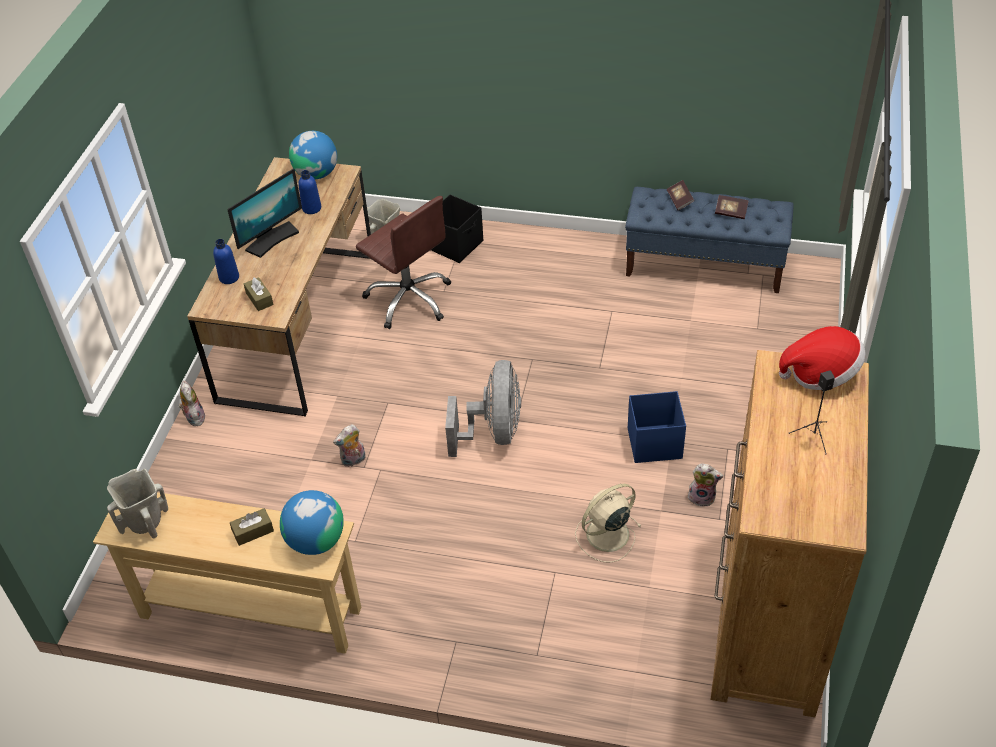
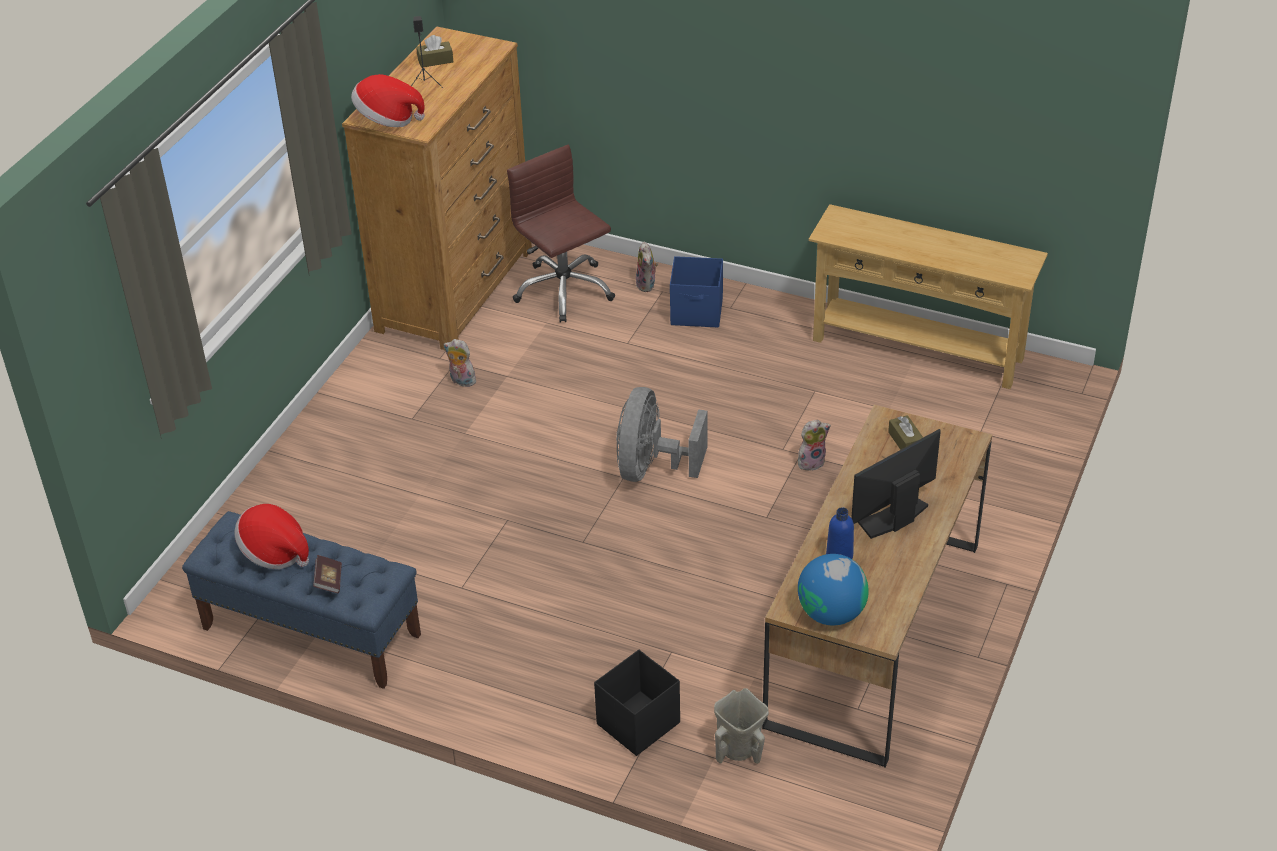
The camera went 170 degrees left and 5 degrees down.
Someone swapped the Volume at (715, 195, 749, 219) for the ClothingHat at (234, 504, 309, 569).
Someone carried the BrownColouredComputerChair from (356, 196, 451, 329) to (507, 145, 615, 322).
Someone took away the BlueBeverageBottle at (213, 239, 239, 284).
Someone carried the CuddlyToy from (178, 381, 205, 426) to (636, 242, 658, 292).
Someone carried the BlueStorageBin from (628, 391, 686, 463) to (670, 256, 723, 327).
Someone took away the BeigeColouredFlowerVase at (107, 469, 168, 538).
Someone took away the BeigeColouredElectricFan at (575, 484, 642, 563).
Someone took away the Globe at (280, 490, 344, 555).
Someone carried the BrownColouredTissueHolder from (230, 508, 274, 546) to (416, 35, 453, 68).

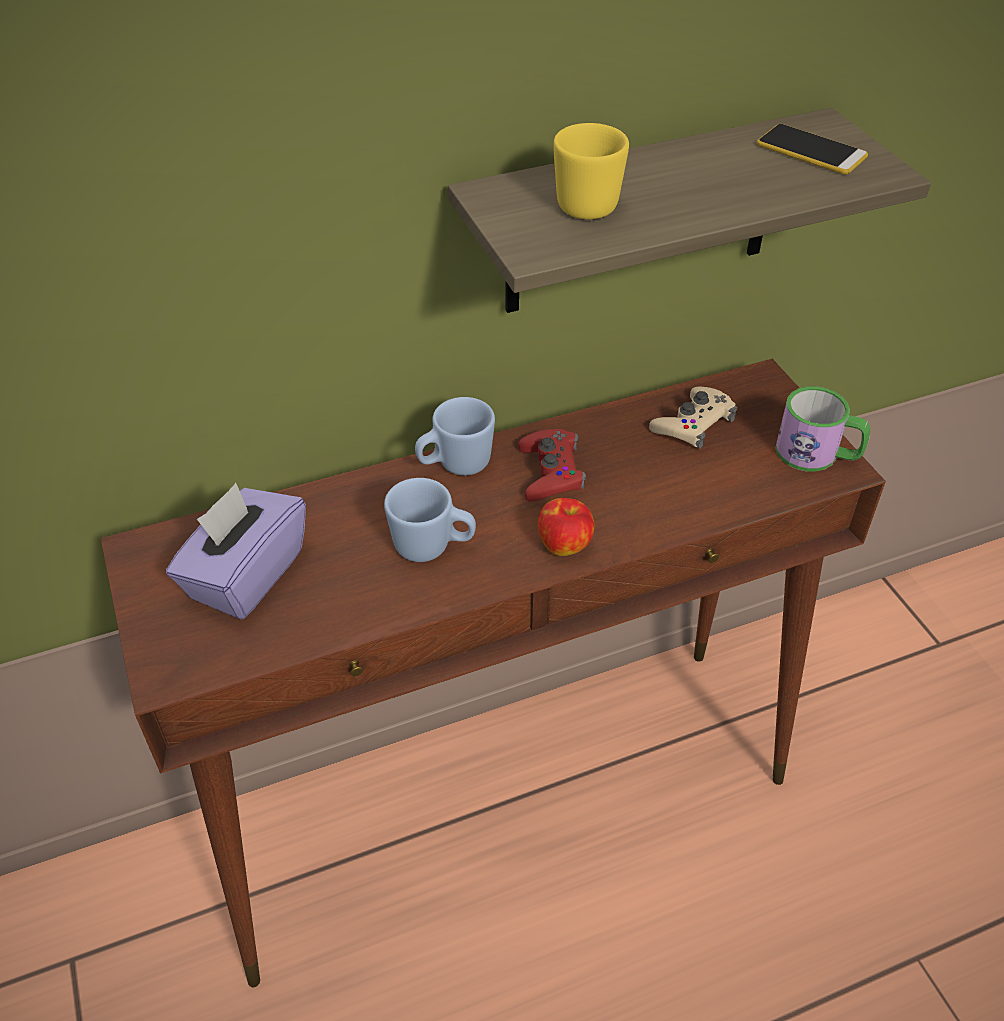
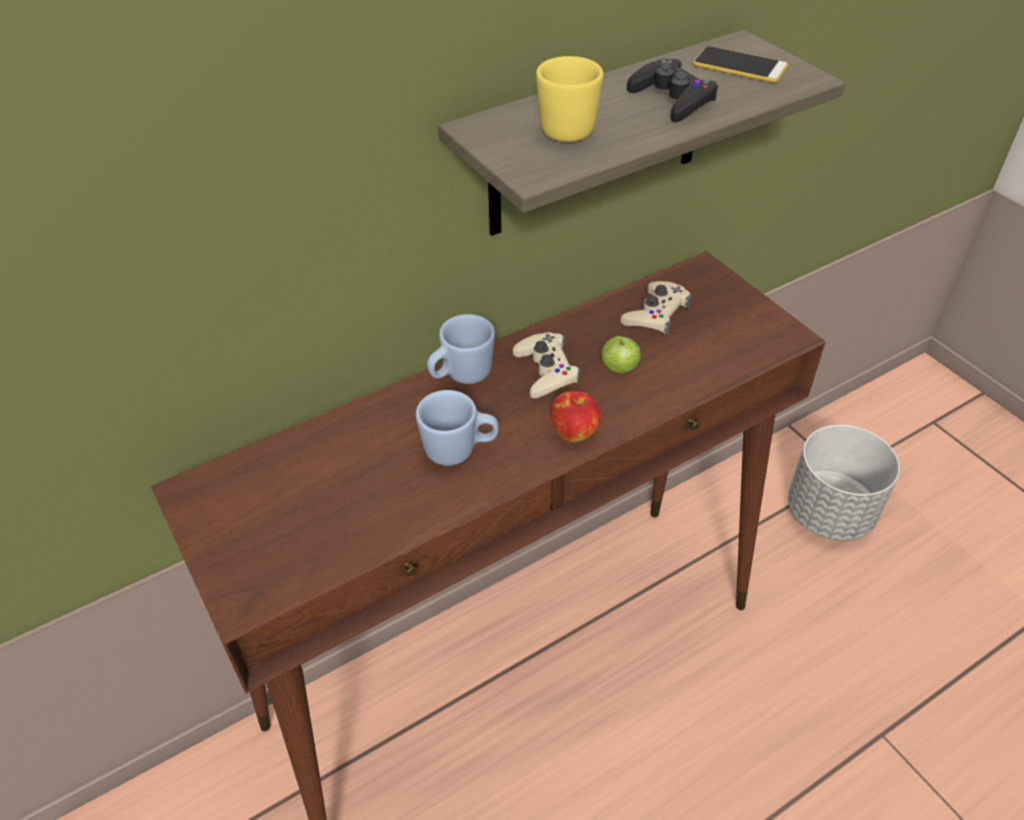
The camera went 10 degrees left and 0 degrees up.
Someone took away the Mug at (775, 386, 870, 471).
Someone repainted the RedColouredGameController at (518, 429, 586, 501), which became the BeigeColouredGameController at (513, 332, 581, 399).
Someone took away the PurpleTissueHolder at (166, 483, 306, 619).
Someone put down the BlackGameController at (627, 59, 719, 122).
Someone put down the WholeApple at (601, 336, 641, 374).
Someone put down the GreyishPlanter at (788, 425, 900, 541).

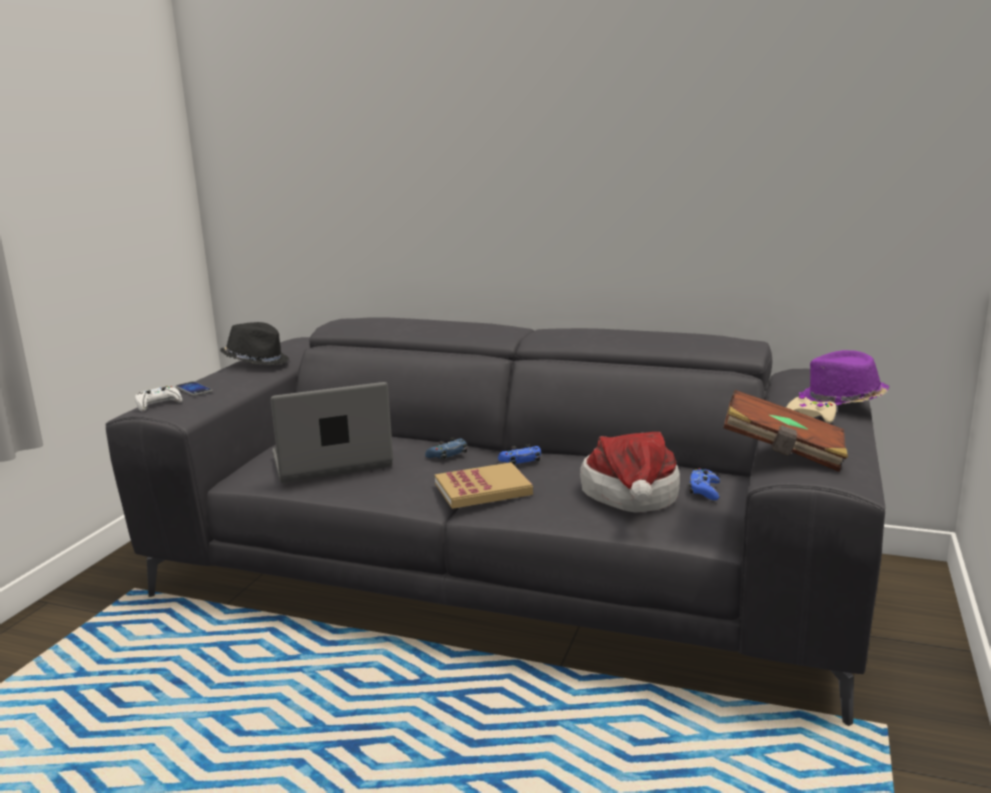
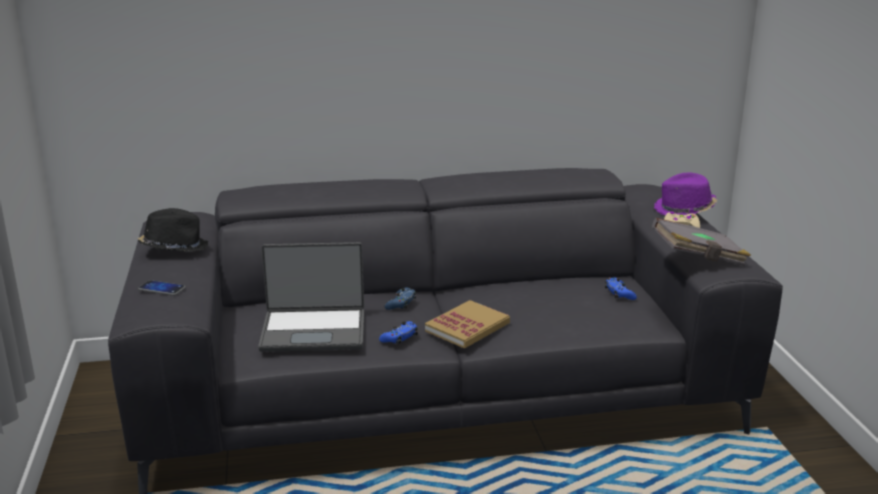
The camera went 30 degrees left and 5 degrees up.
Someone rotated the PortableComputer at (271, 382, 393, 483) by 135 degrees counterclockwise.
Someone took away the WhitishGameController at (135, 386, 182, 412).
Someone repainted the BrownColouredVolume at (723, 390, 848, 472), which became the GreyishVolume at (652, 218, 751, 266).
Someone took away the ClothingHat at (580, 432, 680, 513).
Someone carried the BlueGameController from (498, 444, 541, 465) to (379, 321, 418, 344).

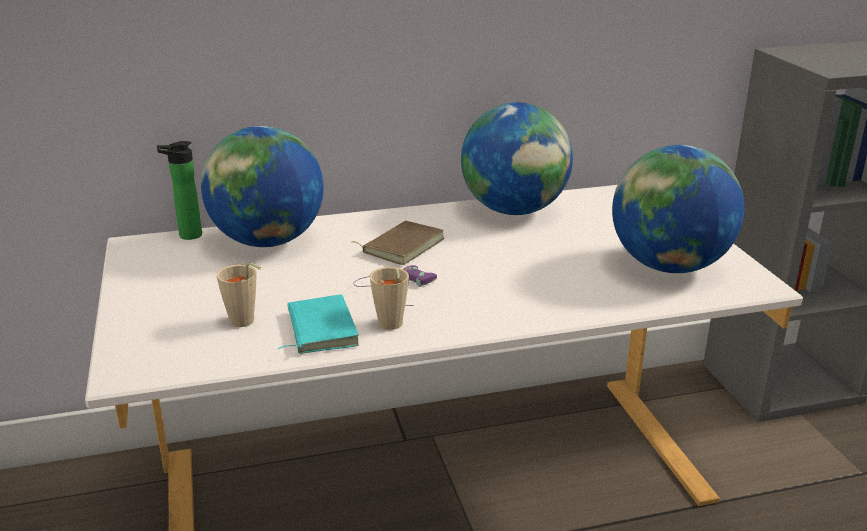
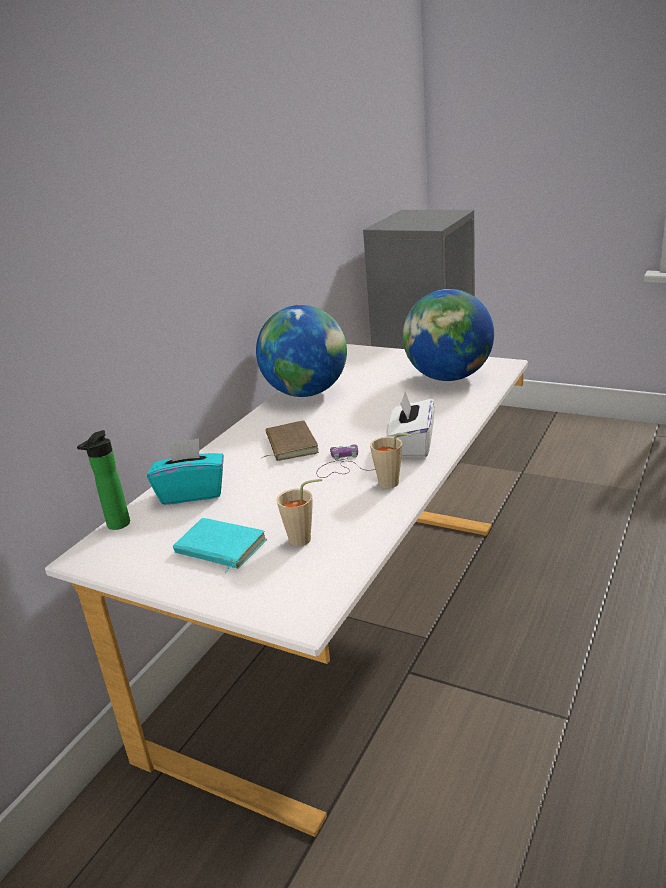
The camera went 45 degrees left and 0 degrees up.
Someone swapped the Globe at (201, 126, 324, 247) for the TurquoiseColouredTissueHolder at (147, 438, 224, 505).
Someone carried the TurquoiseColouredVolume from (278, 294, 359, 354) to (173, 518, 267, 574).
Someone put down the WhitishTissueHolder at (386, 392, 434, 457).

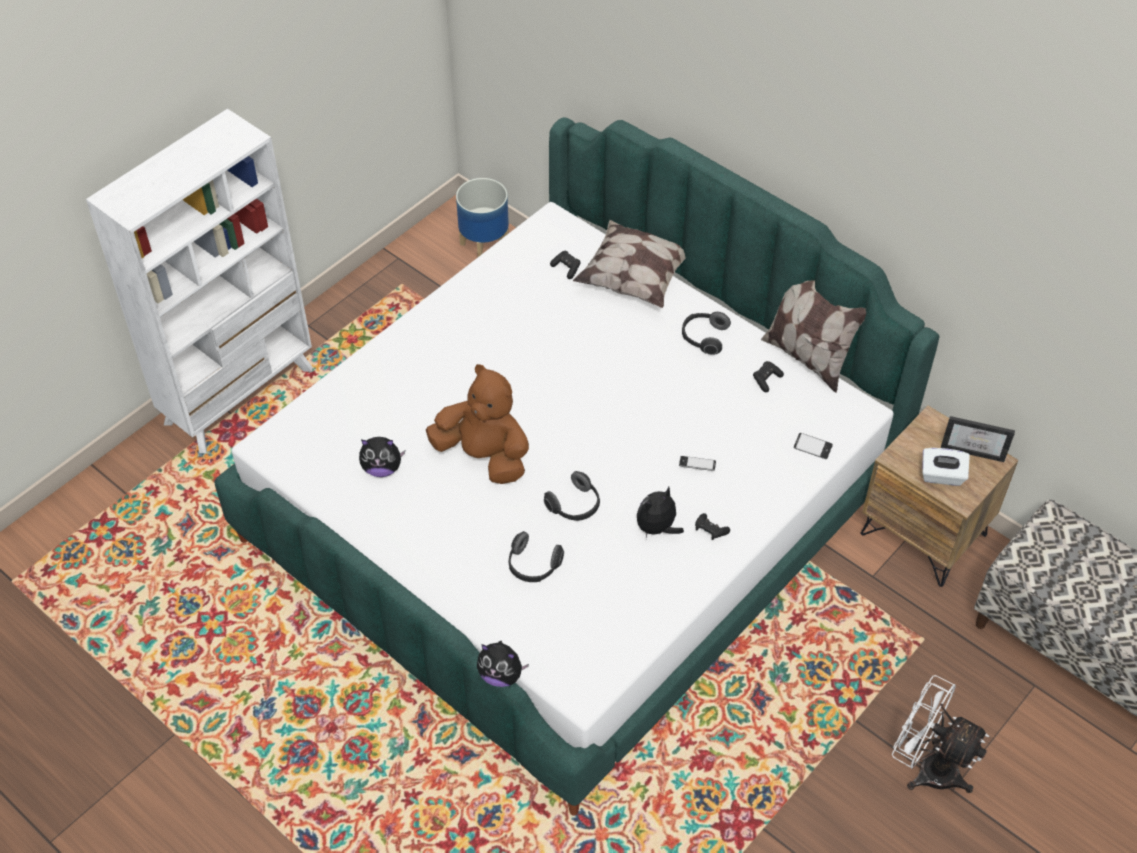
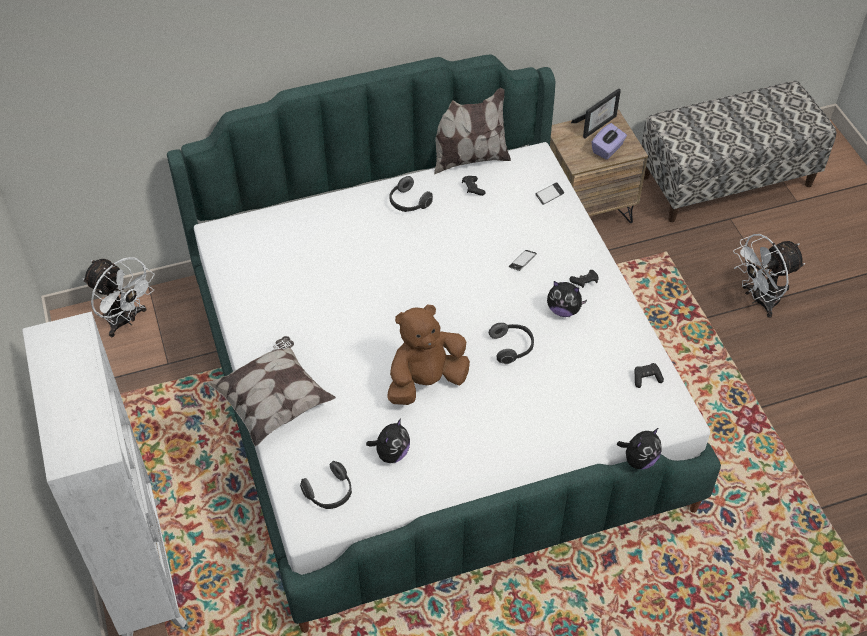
The camera went 60 degrees left and 0 degrees up.
Someone swapped the Planter at (456, 178, 509, 257) for the WhitishElectricFan at (83, 257, 155, 337).
Someone carried the Cushion from (573, 220, 686, 308) to (207, 336, 336, 446).
Someone carried the BlackGameController from (550, 251, 580, 279) to (634, 363, 664, 388).
Someone repainted the WhitishTissueHolder at (922, 448, 970, 486), which became the PurpleTissueHolder at (591, 123, 627, 160).
Someone rotated the CuddlyToy at (637, 487, 684, 538) by 60 degrees counterclockwise.
Someone carried the Headphones from (509, 531, 564, 582) to (300, 461, 352, 509).

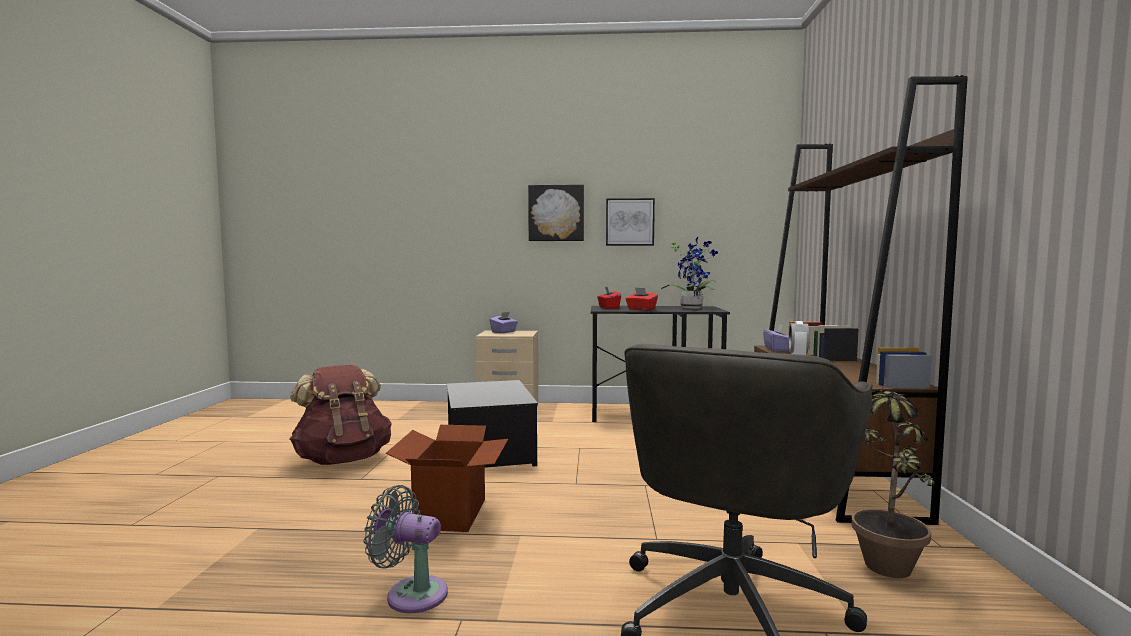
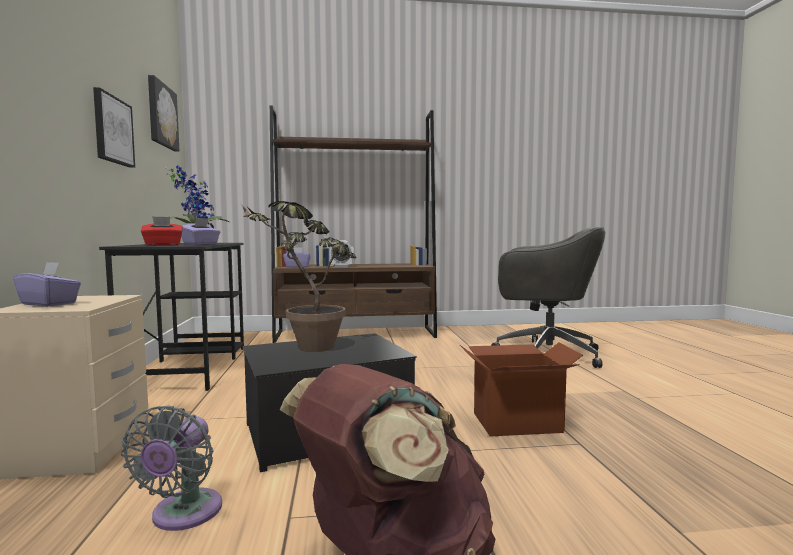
The camera went 100 degrees left and 0 degrees up.
Someone carried the Picture from (528, 185, 584, 241) to (148, 75, 179, 152).
Someone repainted the RedColouredTissueHolder at (626, 287, 658, 310), which became the PurpleTissueHolder at (182, 218, 220, 245).
Someone carried the PottedPlant from (851, 385, 935, 578) to (241, 201, 357, 352).
Someone carried the GreyishElectricFan from (364, 485, 448, 613) to (121, 405, 222, 531).

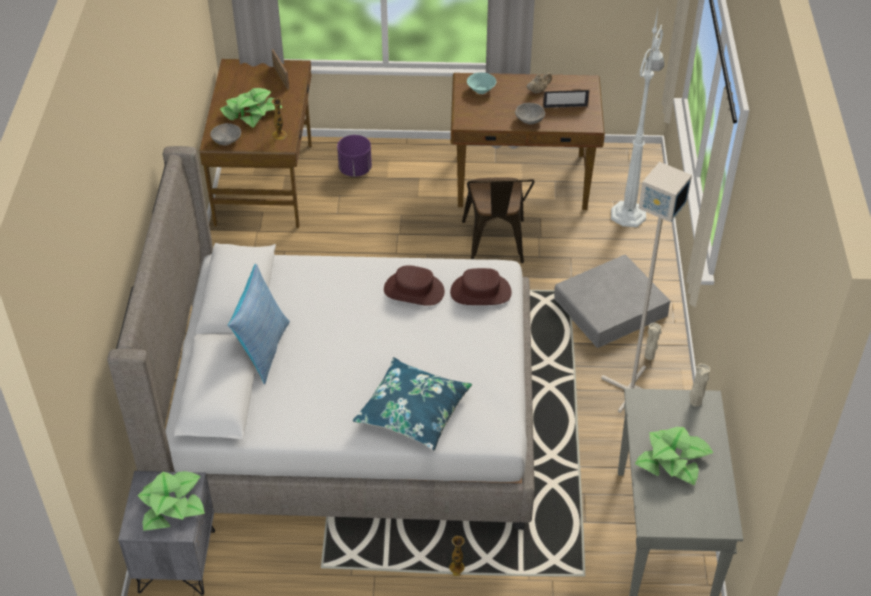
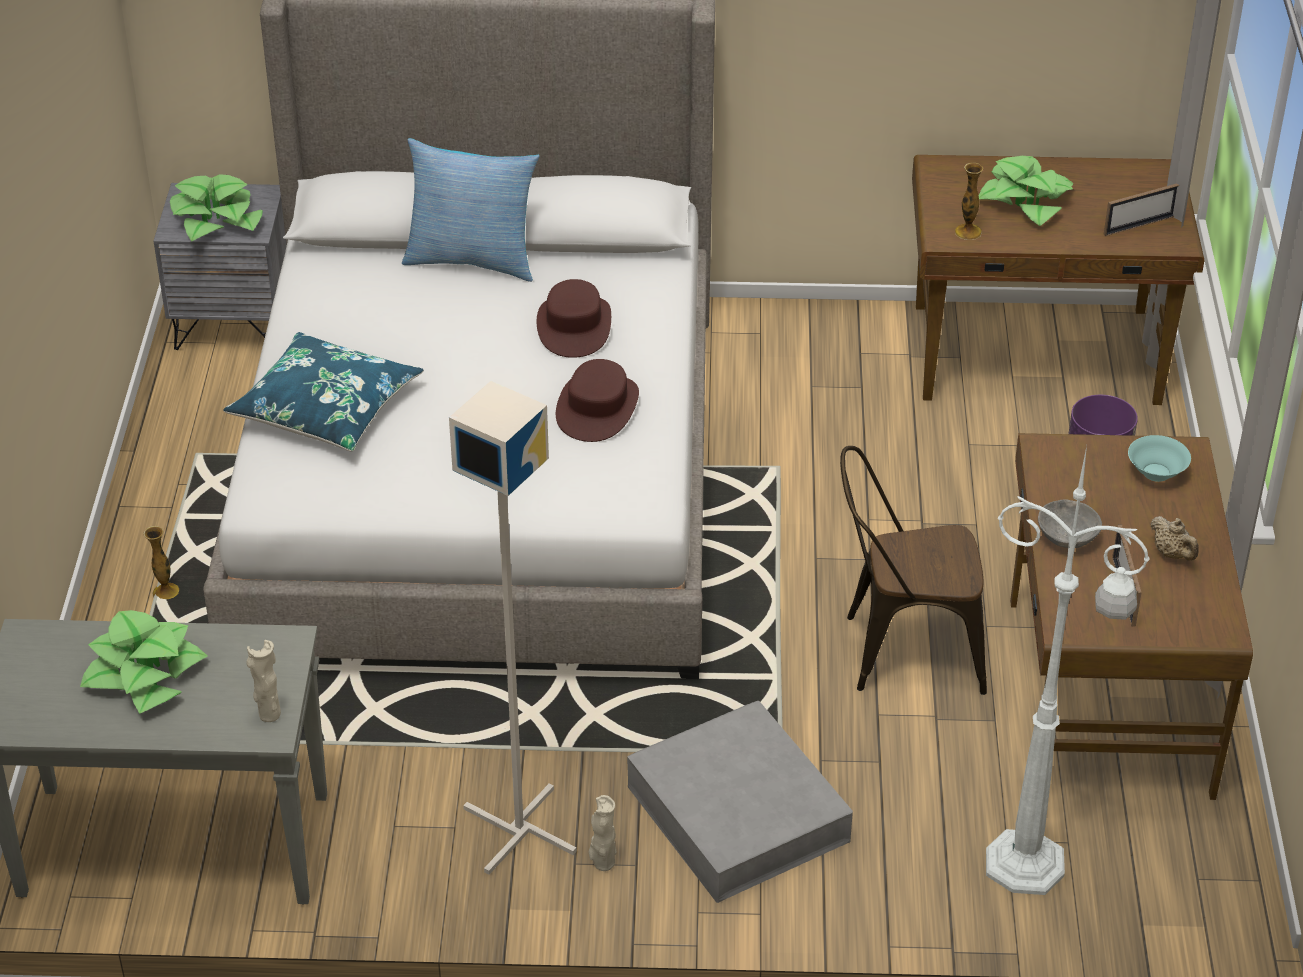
The camera went 90 degrees right and 5 degrees down.
Someone took away the GreyishServingBowl at (210, 123, 241, 146).
Someone carried the BrownColouredClothingHat from (450, 268, 512, 305) to (537, 279, 611, 358).

